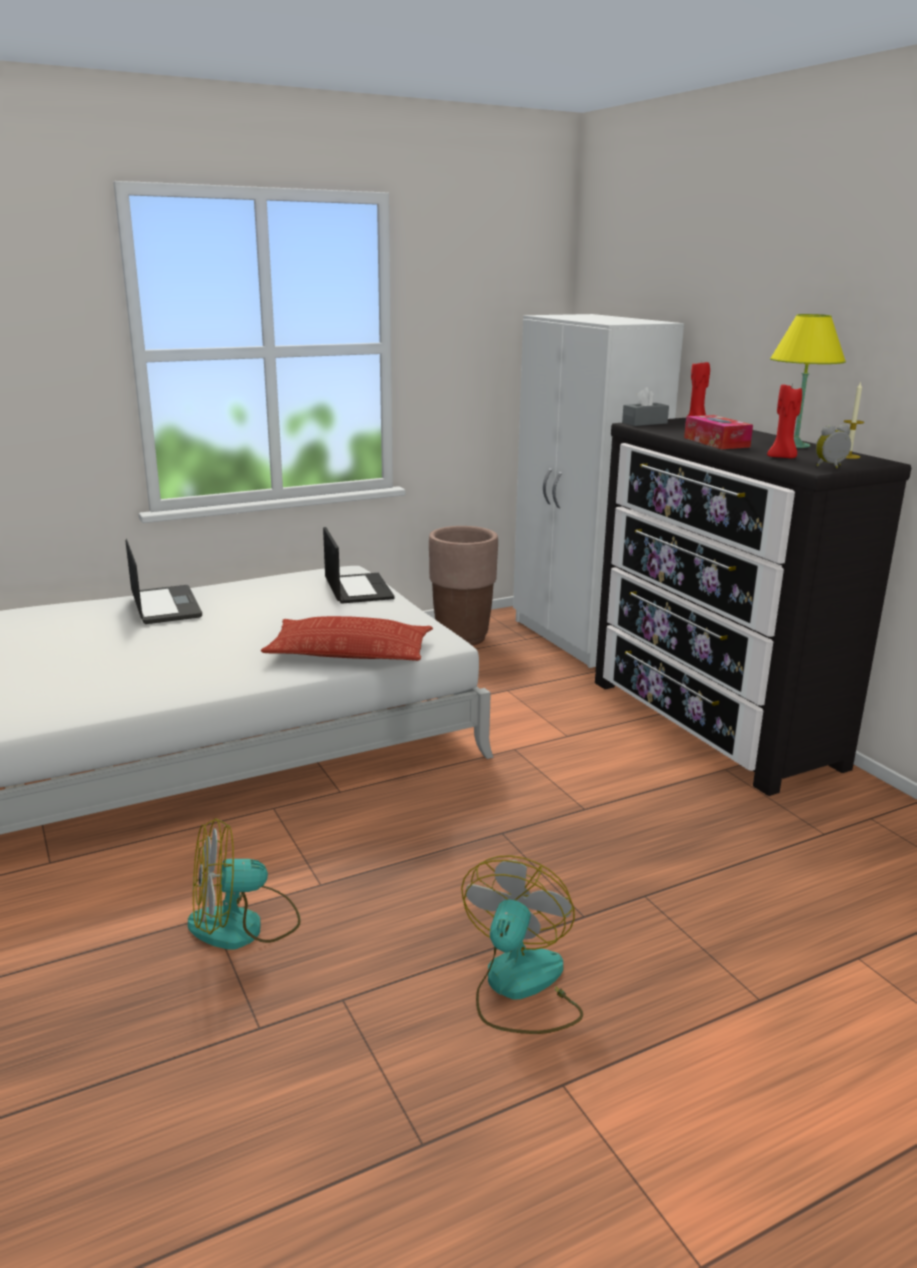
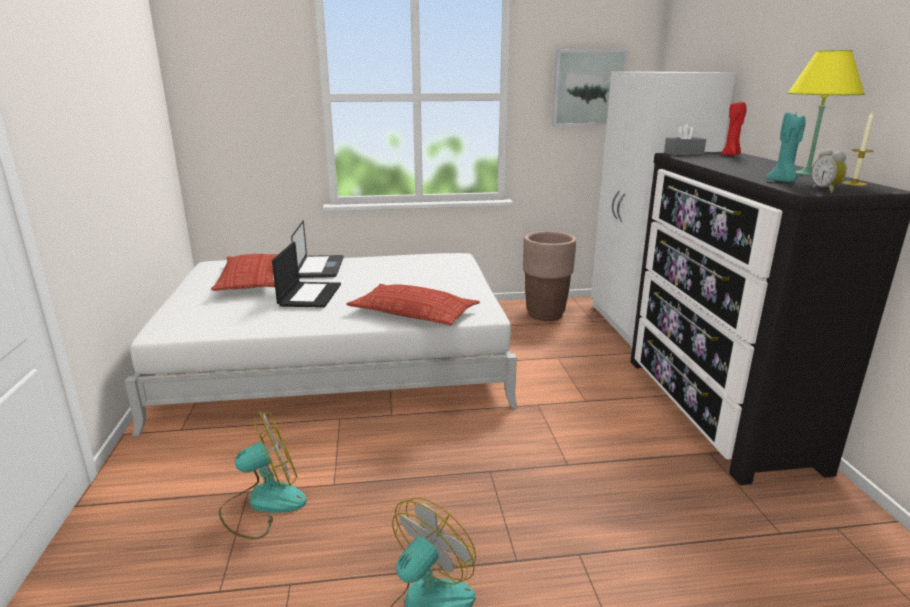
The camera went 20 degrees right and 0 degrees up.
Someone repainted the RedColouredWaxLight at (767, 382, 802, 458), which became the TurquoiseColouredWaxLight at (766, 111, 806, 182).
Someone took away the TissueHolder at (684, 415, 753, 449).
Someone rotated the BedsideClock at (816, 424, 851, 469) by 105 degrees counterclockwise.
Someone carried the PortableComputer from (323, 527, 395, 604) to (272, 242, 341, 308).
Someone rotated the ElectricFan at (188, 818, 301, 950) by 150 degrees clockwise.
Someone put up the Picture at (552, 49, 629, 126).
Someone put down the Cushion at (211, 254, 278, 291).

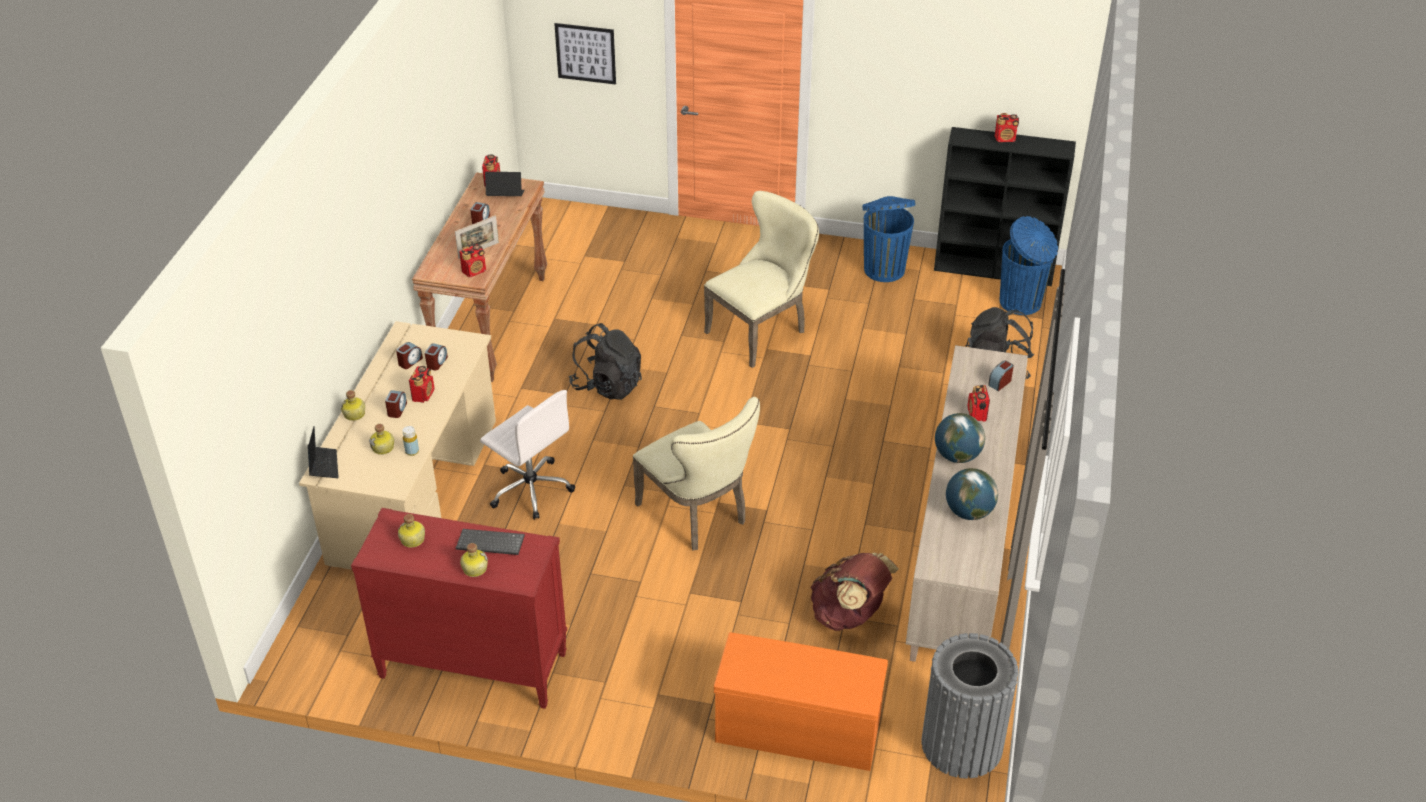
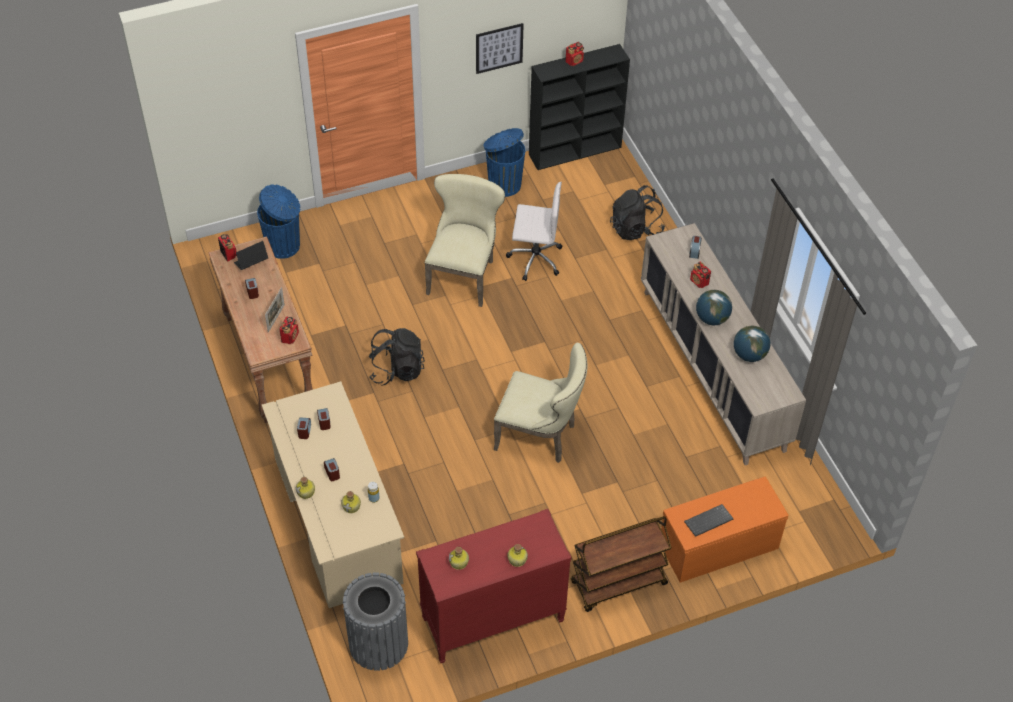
The camera went 35 degrees left and 10 degrees up.
Someone carried the Picture from (555, 23, 616, 85) to (476, 23, 524, 74).
Someone carried the BlueWasteBin from (1000, 216, 1058, 315) to (257, 184, 300, 259).
Someone took away the RadioSet at (409, 366, 435, 403).
Someone carried the WhitishComputerChair from (480, 390, 575, 520) to (506, 182, 562, 281).
Someone took away the PortableComputer at (308, 427, 339, 478).
Someone carried the Keyboard from (456, 529, 525, 555) to (684, 504, 734, 537).
Someone took away the BrownColouredBackpack at (810, 553, 899, 631).
Someone carried the GreyishWasteBin from (921, 633, 1018, 778) to (343, 572, 408, 671).
Someone put down the BrownColouredCart at (571, 516, 672, 612).

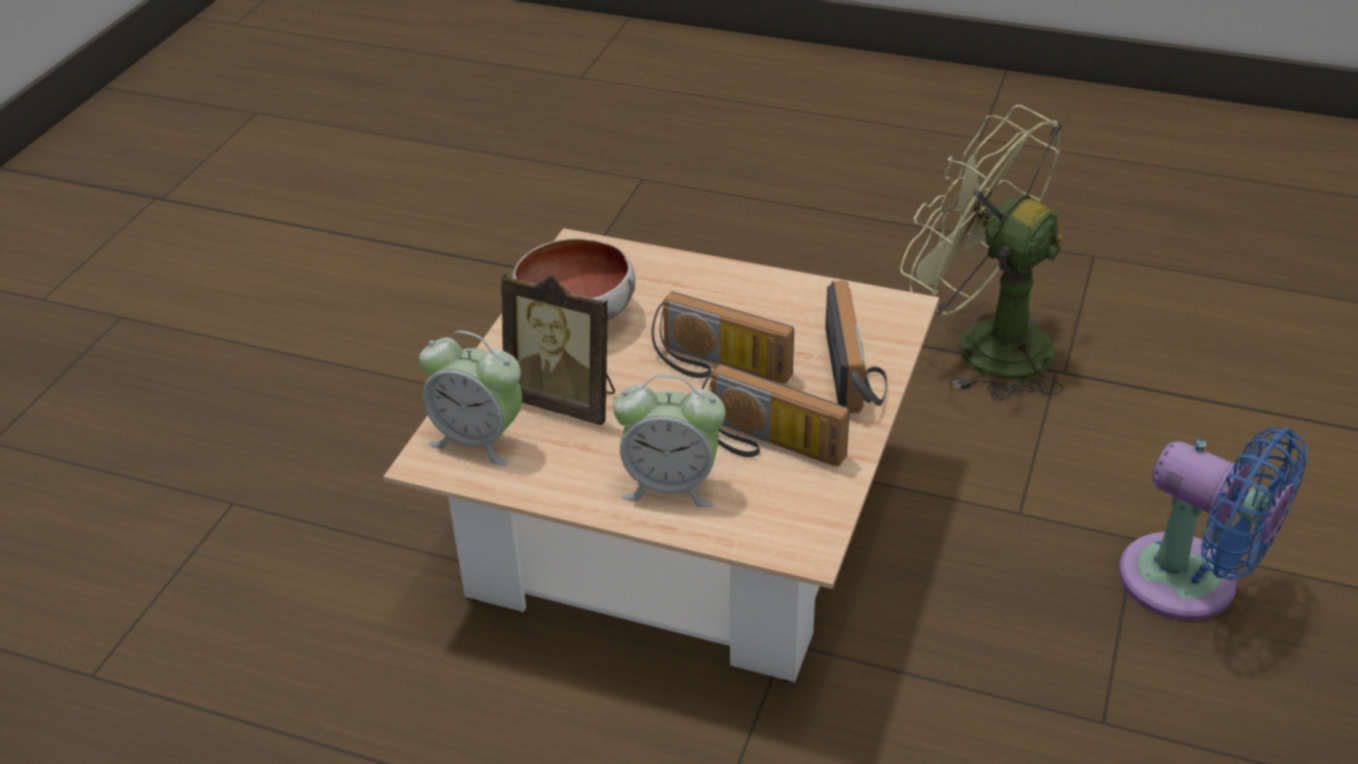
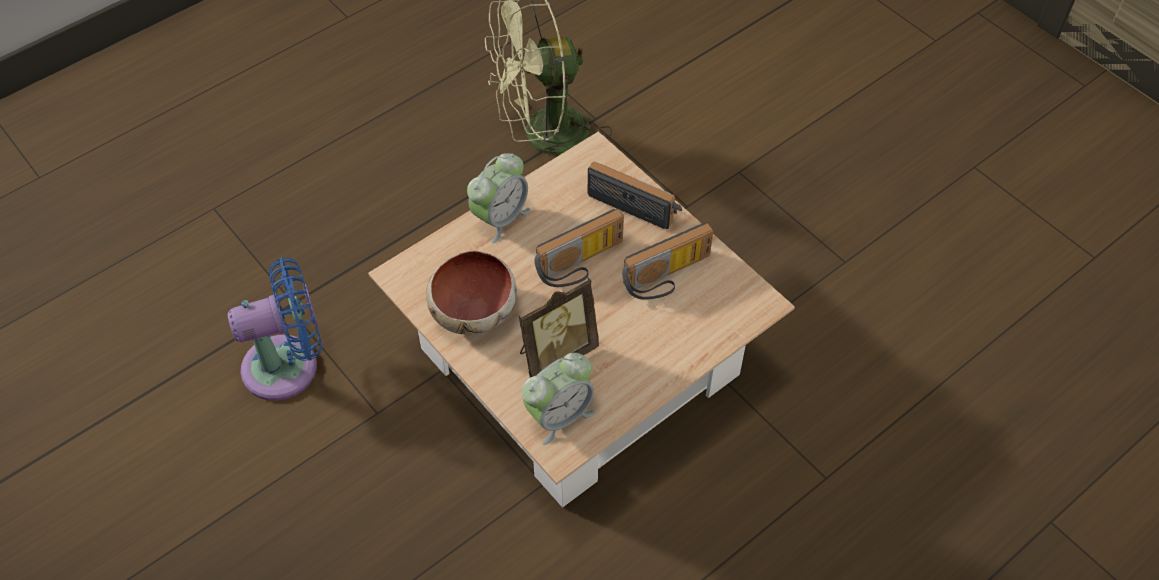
The camera went 60 degrees left and 15 degrees up.
Someone carried the BedsideClock from (613, 375, 726, 507) to (467, 153, 530, 243).
Someone carried the BlueElectricFan from (1119, 426, 1308, 621) to (228, 258, 322, 401).

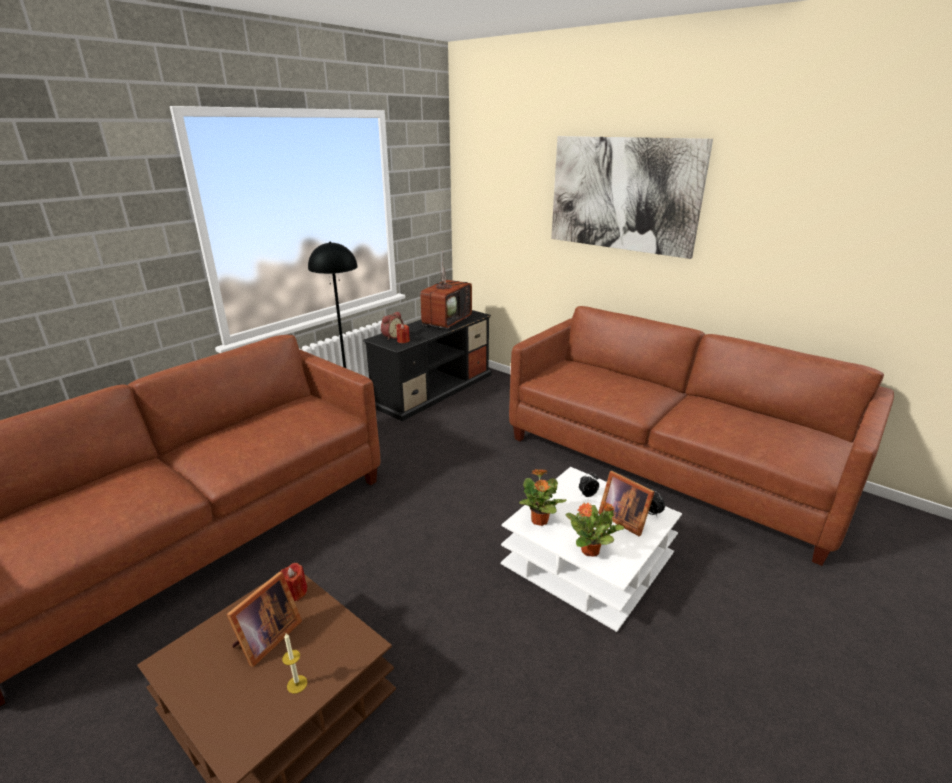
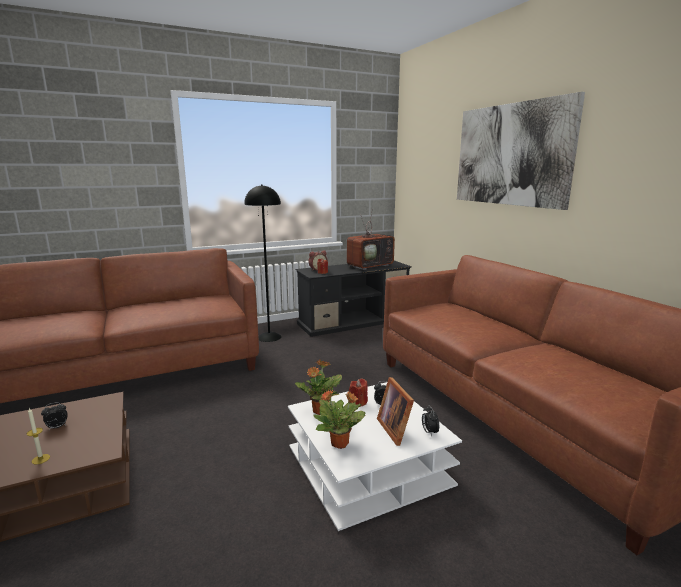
The camera went 25 degrees right and 10 degrees down.
Someone carried the RedColouredWaxLight from (280, 563, 307, 601) to (349, 379, 368, 407).
Someone swapped the StandingFrame at (226, 572, 302, 667) for the BedsideClock at (41, 402, 68, 430).

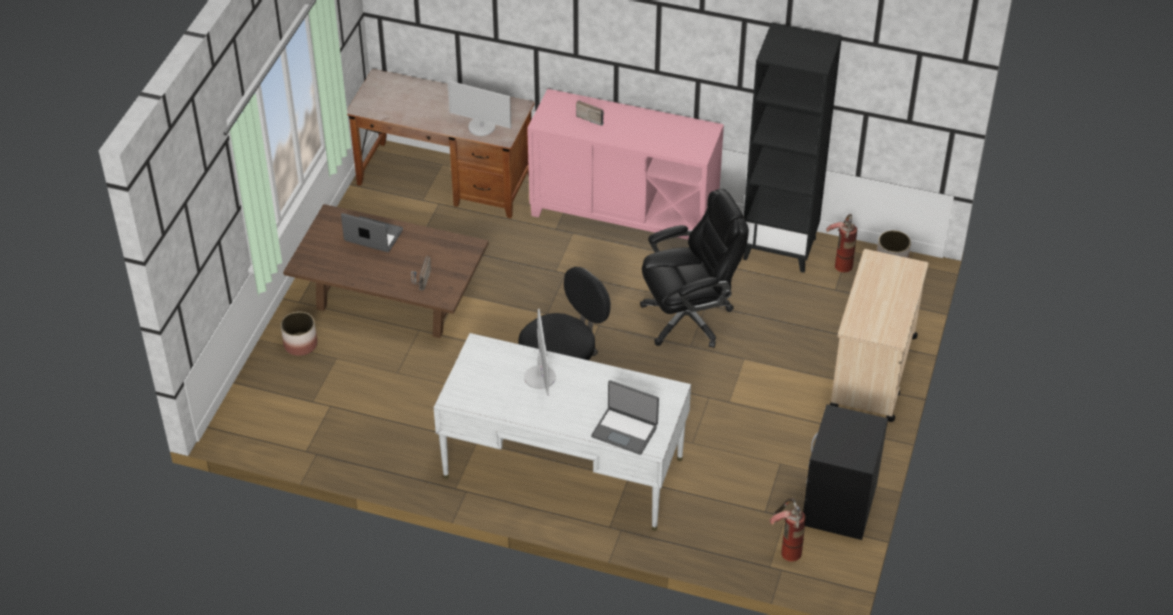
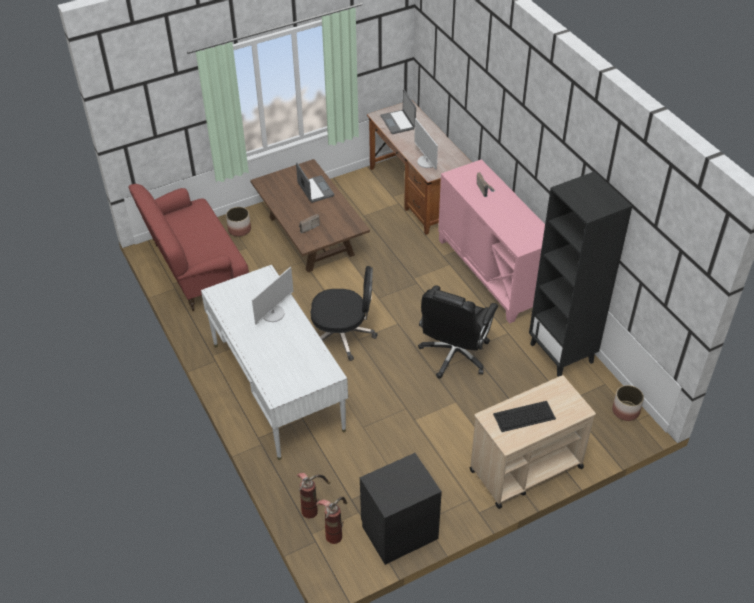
The camera went 45 degrees right and 0 degrees up.
Someone rotated the BlackComputerChair at (640, 189, 749, 348) by 90 degrees clockwise.
Someone carried the FireFightingCylinder from (826, 214, 857, 272) to (296, 472, 331, 519).
Someone carried the PortableComputer from (591, 380, 659, 455) to (381, 90, 416, 134).
Someone put down the RedColouredSofa at (128, 184, 249, 311).
Someone put down the Keyboard at (493, 401, 556, 432).

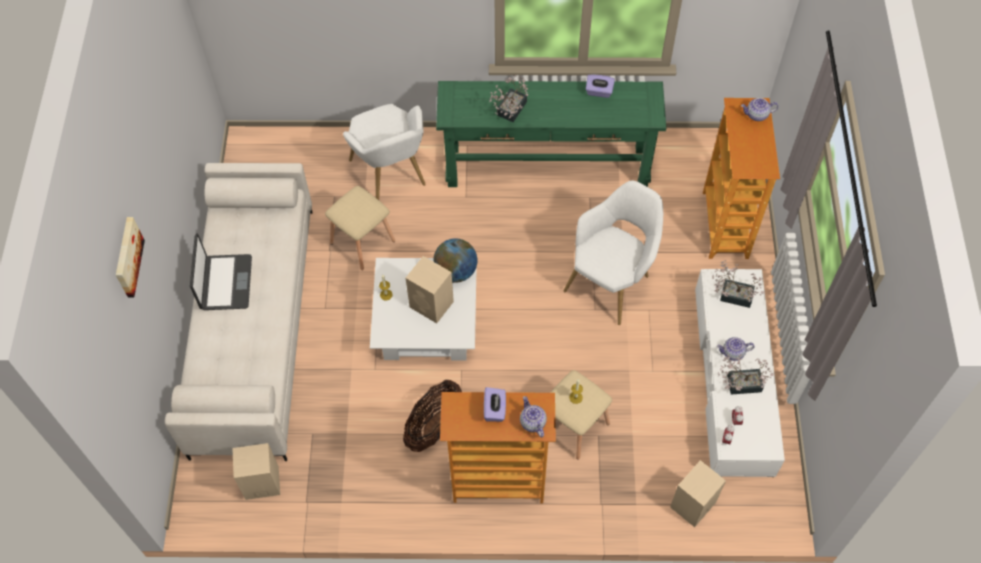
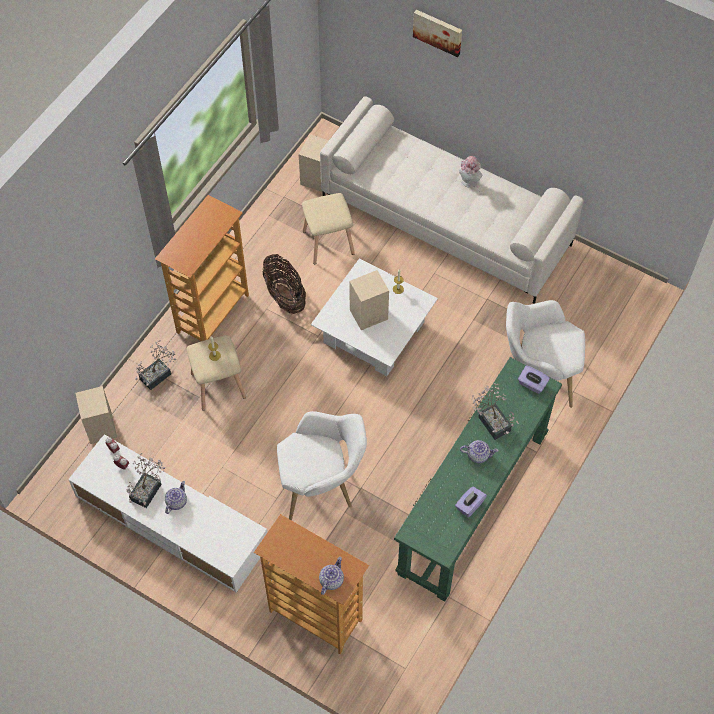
The camera went 120 degrees right and 0 degrees up.
Someone rotated the WhitishLoungeChair at (563, 180, 663, 325) by 75 degrees counterclockwise.
Someone carried the BeigeColouredStoolSeat from (325, 186, 395, 270) to (302, 193, 355, 264).
Someone swapped the PortableComputer at (190, 233, 252, 310) for the ClothingHat at (459, 156, 482, 188).
Someone took away the Globe at (433, 238, 477, 283).
Someone carried the PottedPlant from (712, 260, 764, 308) to (135, 340, 176, 390).
Someone carried the PurpleTissueHolder from (484, 387, 506, 422) to (518, 365, 550, 394).
Someone carried the TeaPot from (520, 396, 547, 437) to (460, 440, 498, 463).

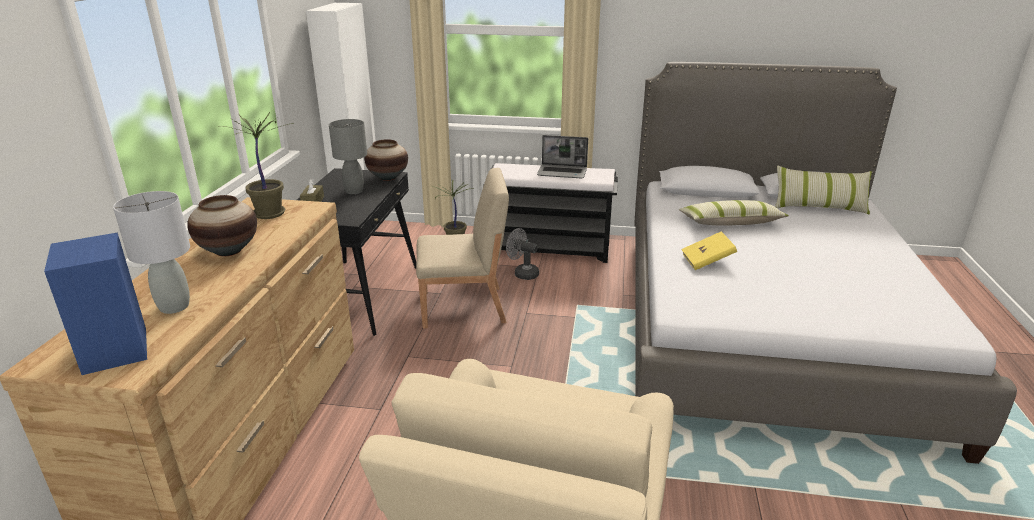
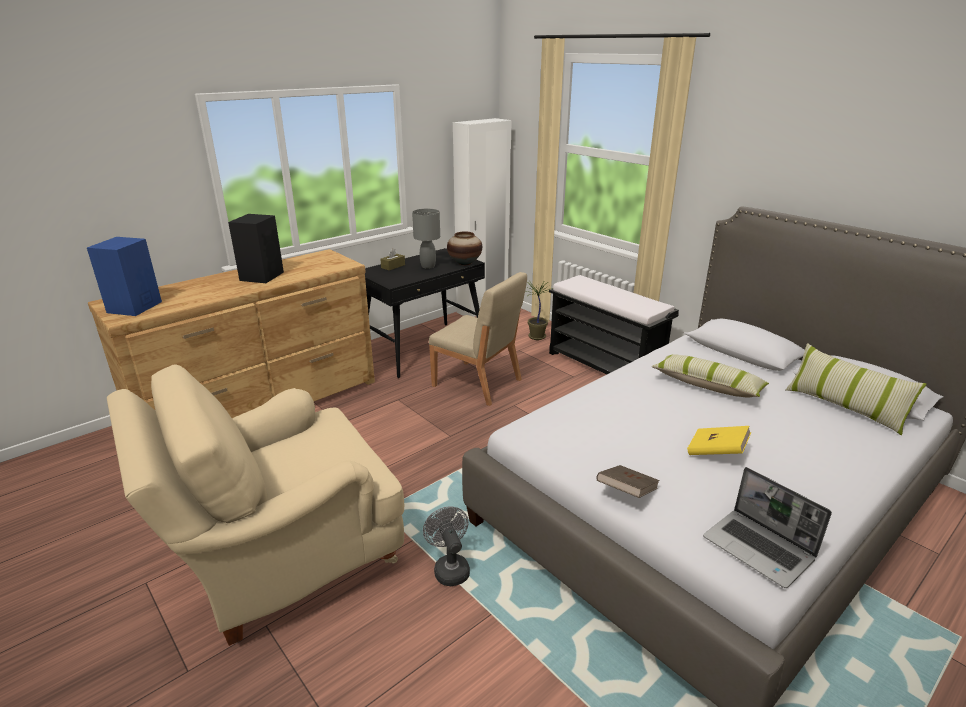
The camera went 40 degrees right and 0 degrees up.
Someone took away the PottedPlant at (217, 112, 294, 219).
Someone carried the PortableComputer from (537, 135, 588, 178) to (703, 467, 832, 588).
Someone took away the GreyishLampForATable at (113, 191, 190, 314).
Someone swapped the FlowerVase at (187, 195, 257, 256) for the BlackSpeaker at (228, 214, 284, 283).
Someone carried the GreyishElectricFan from (506, 228, 539, 280) to (423, 507, 470, 586).
Someone carried the YellowColouredVolume from (681, 231, 737, 270) to (687, 426, 751, 455).
Someone put down the BrownColouredVolume at (596, 465, 660, 498).

